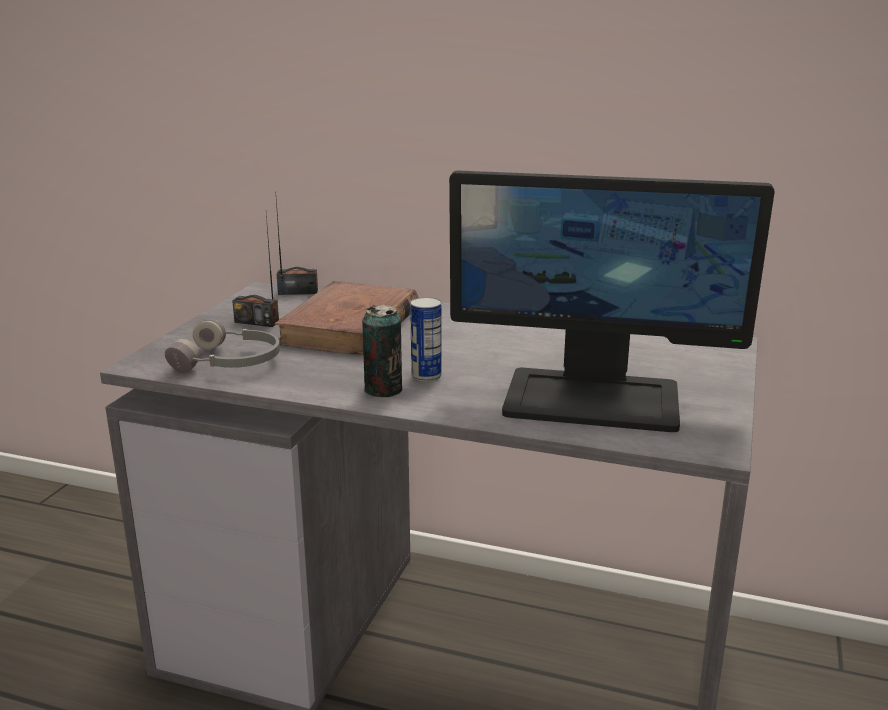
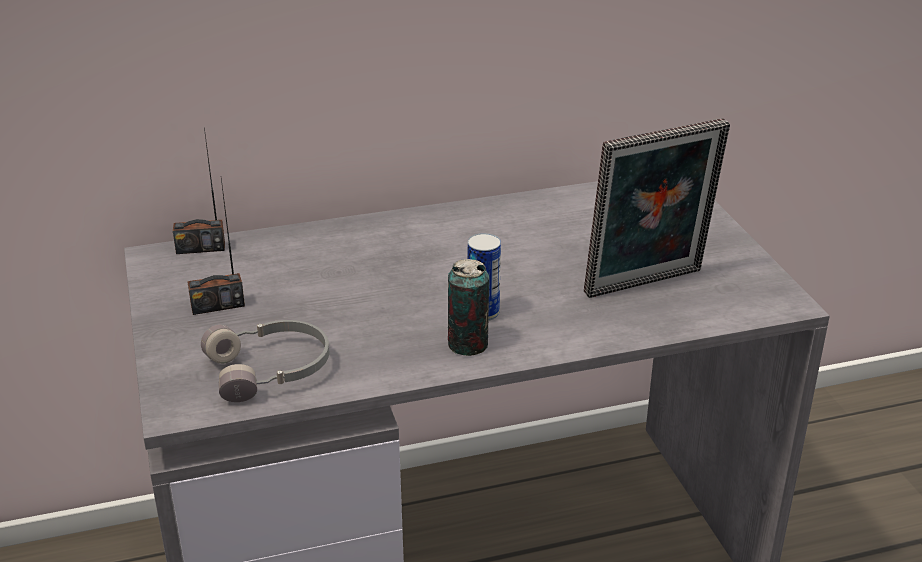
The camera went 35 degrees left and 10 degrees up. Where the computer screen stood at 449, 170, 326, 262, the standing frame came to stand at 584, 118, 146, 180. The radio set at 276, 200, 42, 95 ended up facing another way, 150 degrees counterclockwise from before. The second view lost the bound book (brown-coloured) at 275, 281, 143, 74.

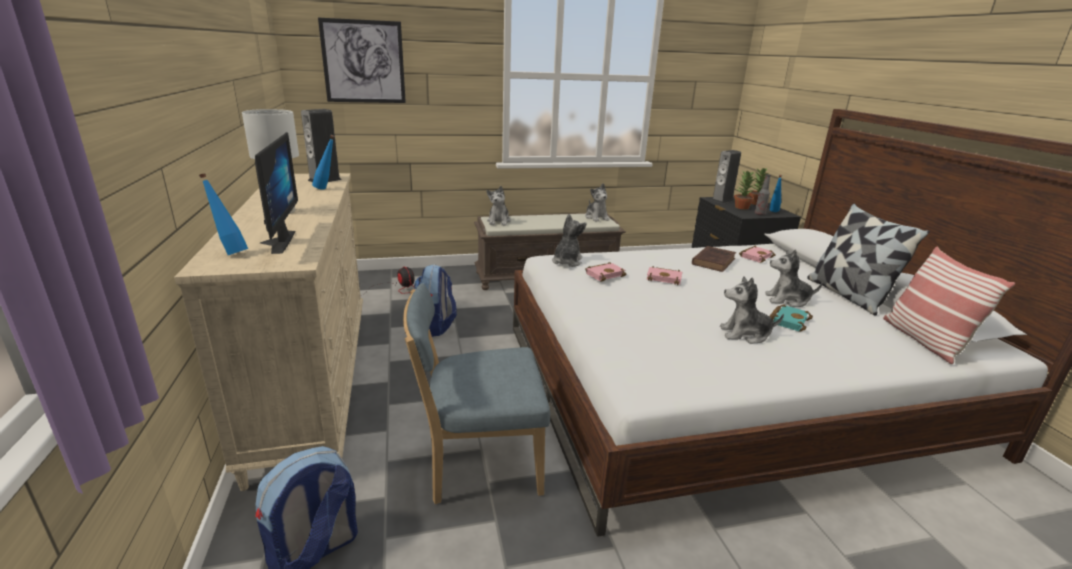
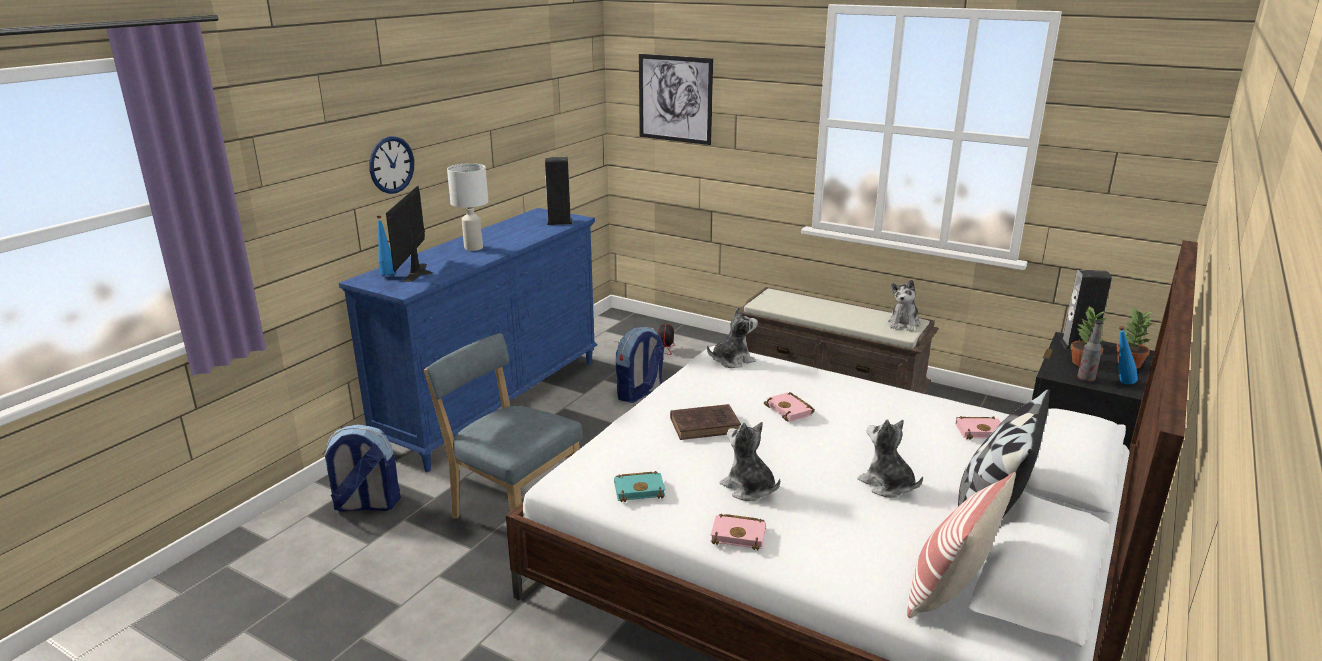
The camera went 45 degrees right and 0 degrees up. The computer screen at 255, 132, 43, 122 ended up facing another way, 150 degrees clockwise from before. The second view lost the beverage bottle (blue) at 312, 135, 23, 55. What was the drawer chest (beige) at 174, 173, 189, 318 turned into the drawer chest (blue) at 339, 208, 258, 264. The second view lost the plush toy at 487, 186, 24, 40. The bound book (brown-coloured) ended up elsewhere, having gone from 692, 246, 44, 26 to 670, 404, 71, 36. The bound book (pink-coloured) ended up elsewhere, having gone from 585, 262, 41, 19 to 710, 514, 56, 36. The bound book (turquoise-coloured) ended up elsewhere, having gone from 769, 304, 44, 27 to 614, 471, 51, 31. The second view gained the wall clock at 369, 136, 45, 58.

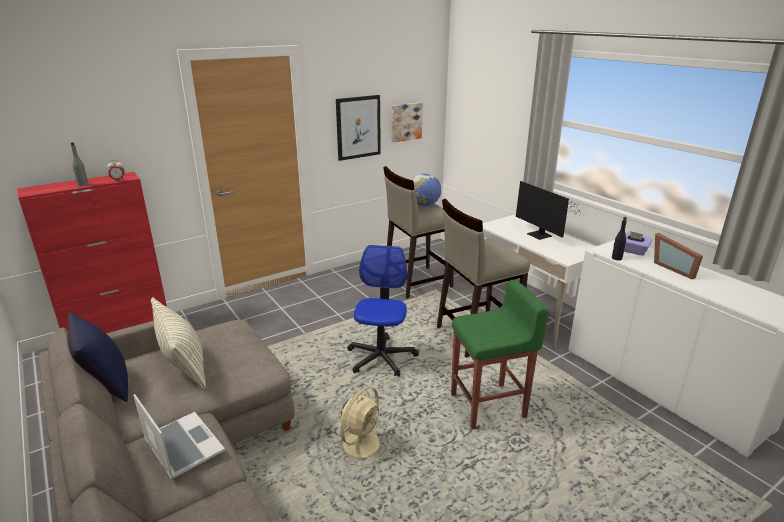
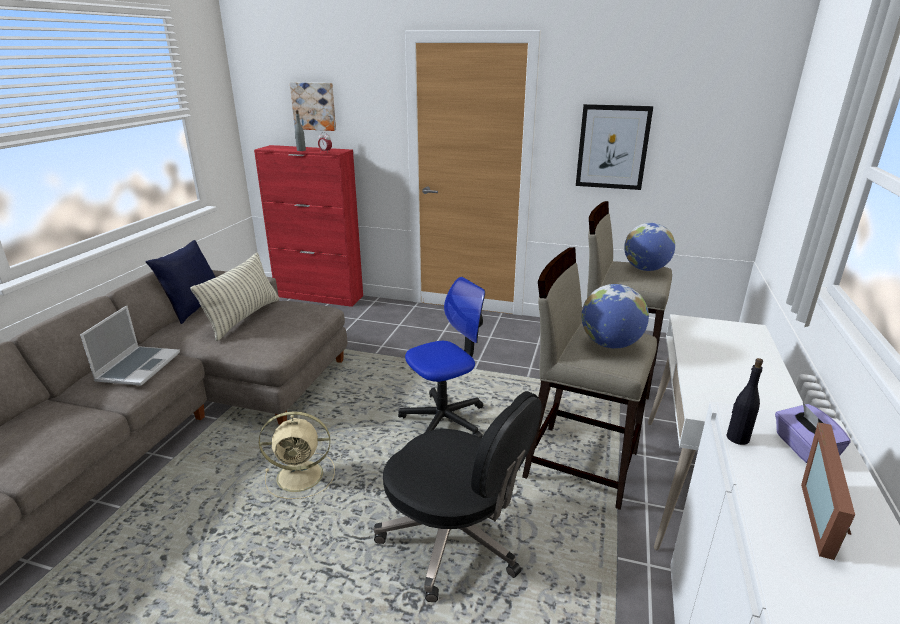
The camera went 50 degrees right and 0 degrees up. The picture ended up elsewhere, having gone from 391, 102, 32, 40 to 290, 82, 46, 49. The second view lost the computer screen at 515, 181, 67, 59. Where the sitting stool (greenish) stood at 451, 280, 98, 149, the computer chair (blackish) came to stand at 374, 391, 168, 211. The second view gained the world globe at 581, 284, 68, 65.

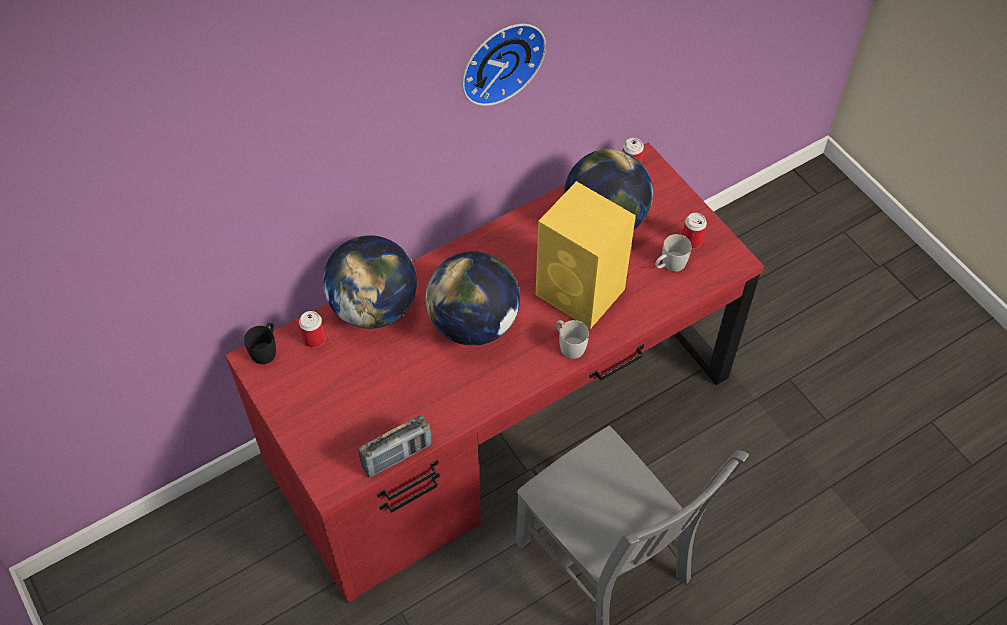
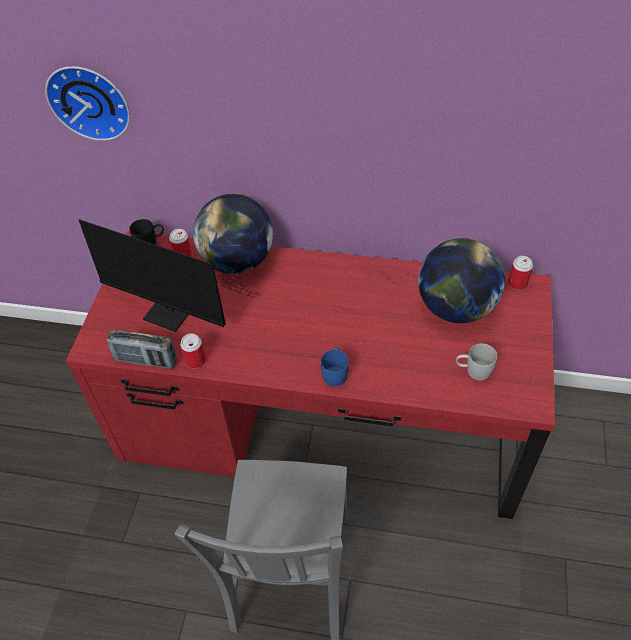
The camera went 45 degrees right and 5 degrees down. The wall clock ended up elsewhere, having gone from 462, 24, 84, 82 to 45, 66, 85, 75. The second view lost the audio speaker (yellow-coloured) at 536, 181, 100, 148. The sealed can ended up elsewhere, having gone from 682, 213, 25, 36 to 180, 334, 26, 34. The second view lost the world globe at 426, 252, 94, 94. What was the mug (white) at 556, 320, 33, 39 turned into the mug (blue) at 321, 347, 28, 40. The second view gained the computer screen at 79, 219, 182, 113.

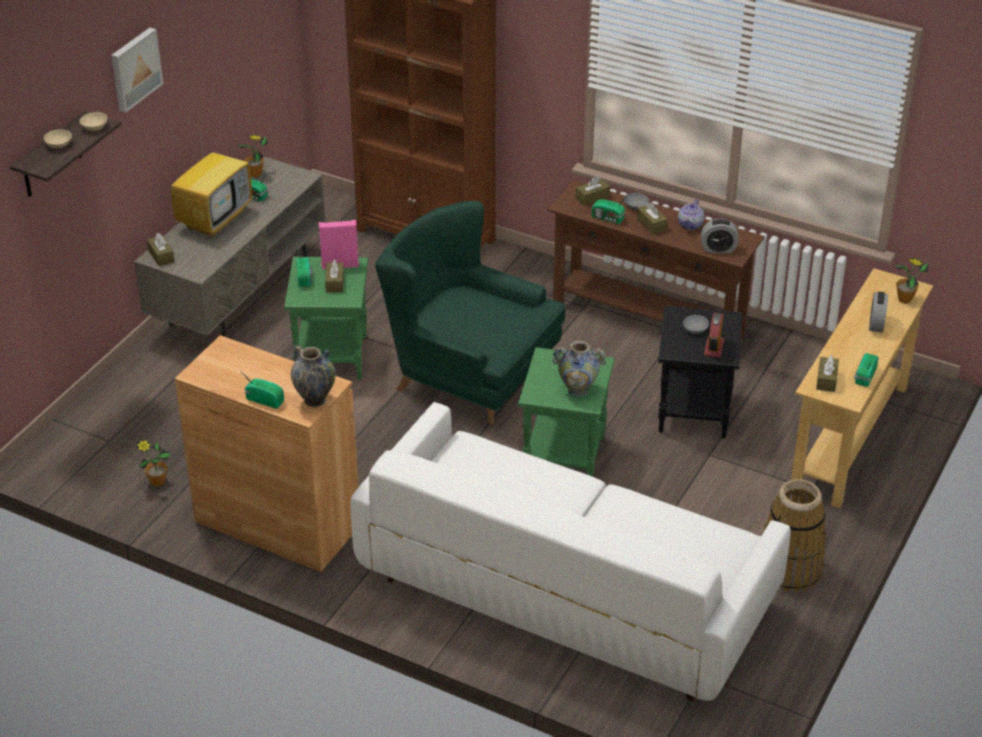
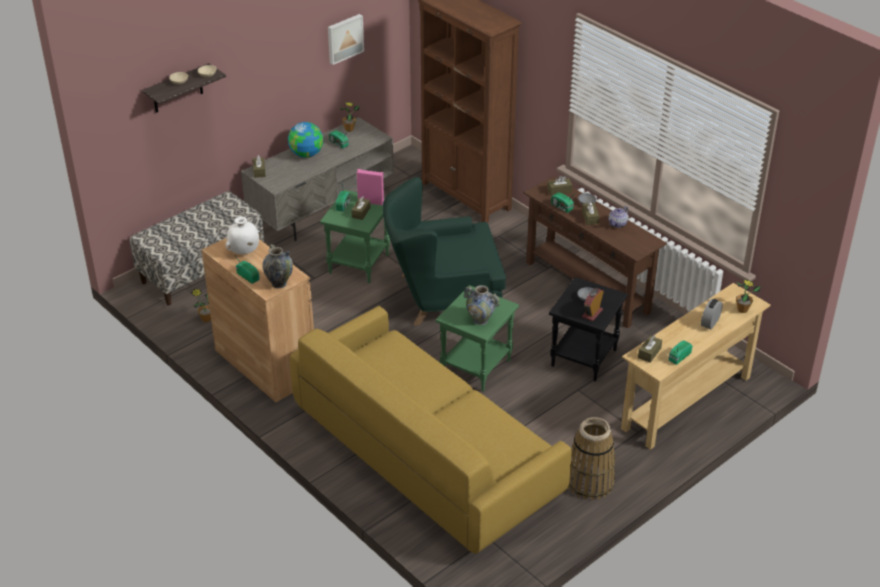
The camera went 20 degrees right and 0 degrees up. The picture ended up elsewhere, having gone from 111, 28, 52, 84 to 328, 14, 36, 51. Where the TV stood at 171, 122, 81, 115, the world globe came to stand at 288, 122, 35, 36. The armchair (greenish) at 375, 201, 191, 224 ended up facing another way, 60 degrees counterclockwise from before. The second view lost the alarm clock at 701, 219, 38, 34. What was the settee (white) at 350, 402, 441, 299 turned into the settee (yellow-coloured) at 290, 306, 281, 248. The second view gained the indoor bench at 130, 191, 134, 115. The second view gained the decorative vase (white) at 226, 217, 35, 37.

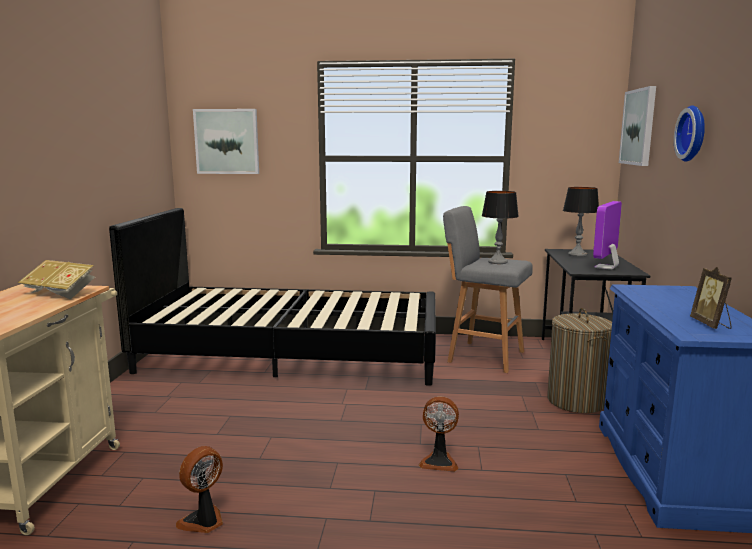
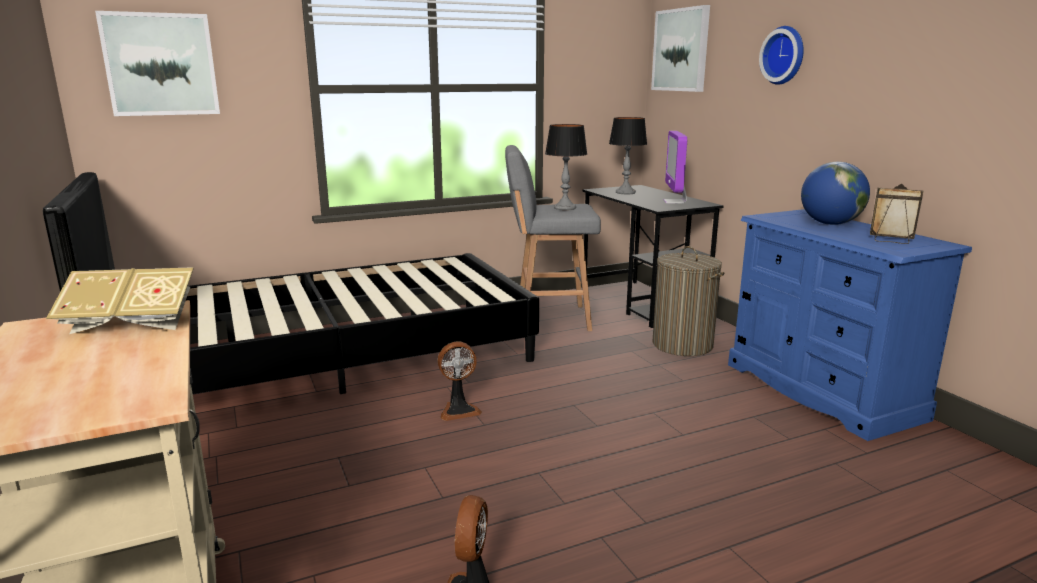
The camera went 30 degrees left and 5 degrees up. The standing frame at 690, 267, 42, 62 ended up facing another way, 150 degrees clockwise from before. The cooling fan ended up elsewhere, having gone from 419, 396, 40, 76 to 438, 341, 44, 80. The second view gained the world globe at 801, 162, 69, 63.

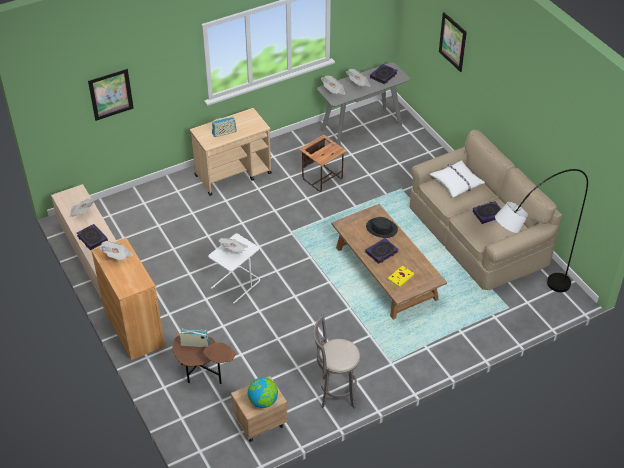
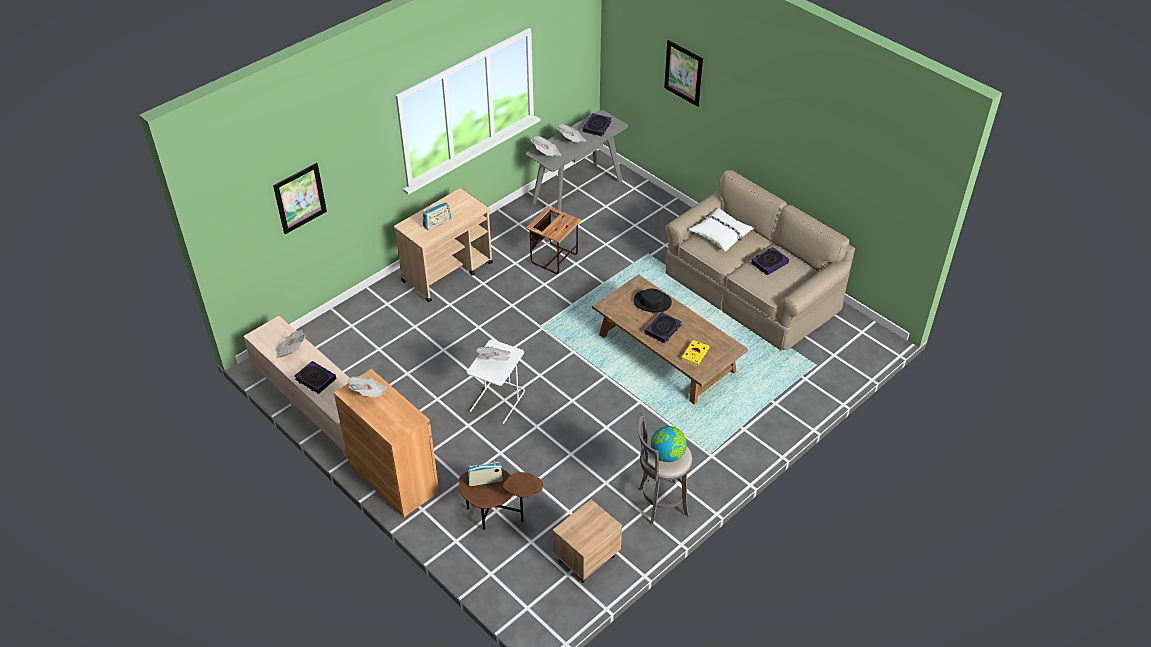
The camera went 15 degrees left and 0 degrees up. The second view lost the standing lamp (grey) at 495, 169, 93, 123. The world globe ended up elsewhere, having gone from 248, 377, 30, 31 to 651, 426, 36, 36.

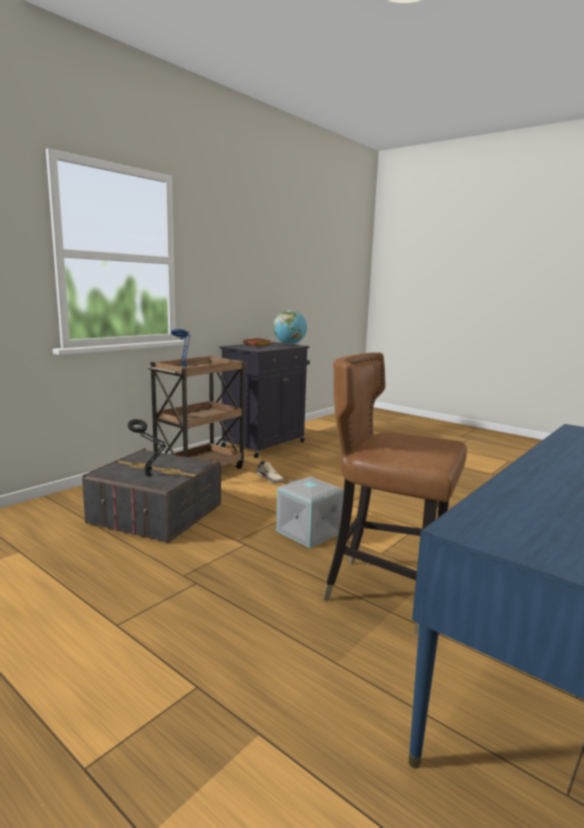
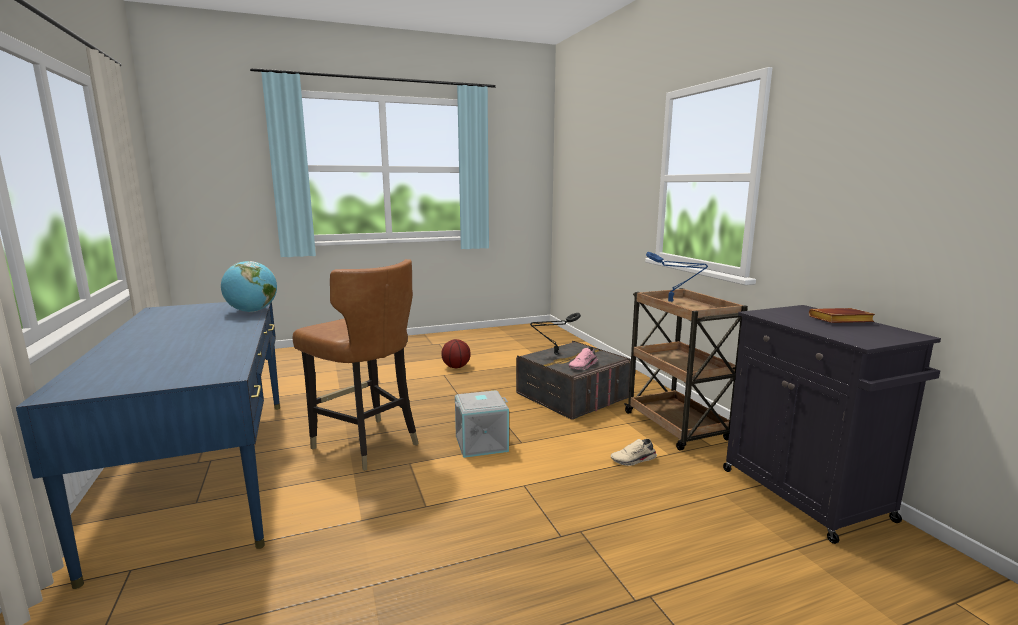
The camera went 120 degrees right and 0 degrees up. The world globe ended up elsewhere, having gone from 273, 310, 34, 35 to 221, 261, 56, 51. The upright chair (brown-coloured) at 323, 352, 144, 283 ended up facing another way, 75 degrees clockwise from before. The second view gained the basketball at 441, 339, 30, 29. The second view gained the shoe (pink-coloured) at 569, 347, 29, 23.

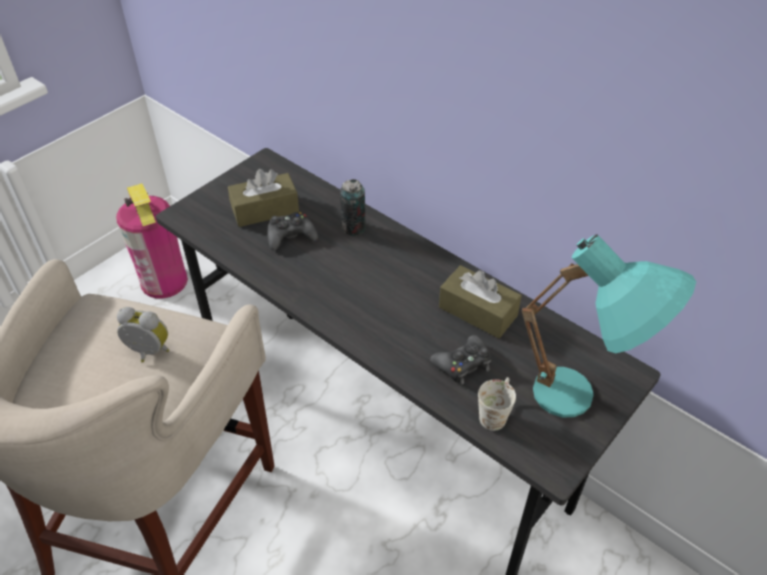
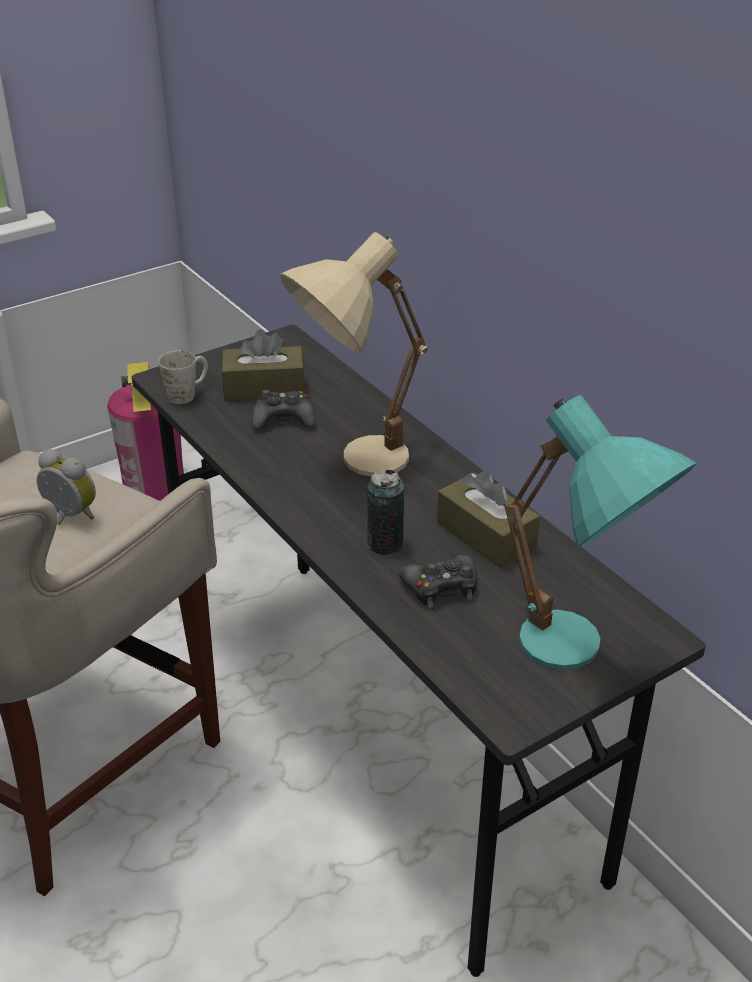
The camera went 15 degrees right and 10 degrees down. The sealed can ended up elsewhere, having gone from 340, 179, 26, 57 to 367, 470, 37, 85. The mug (white) ended up elsewhere, having gone from 478, 377, 38, 54 to 158, 350, 50, 54. The second view gained the lamp for a table (beige) at 279, 232, 149, 245.

